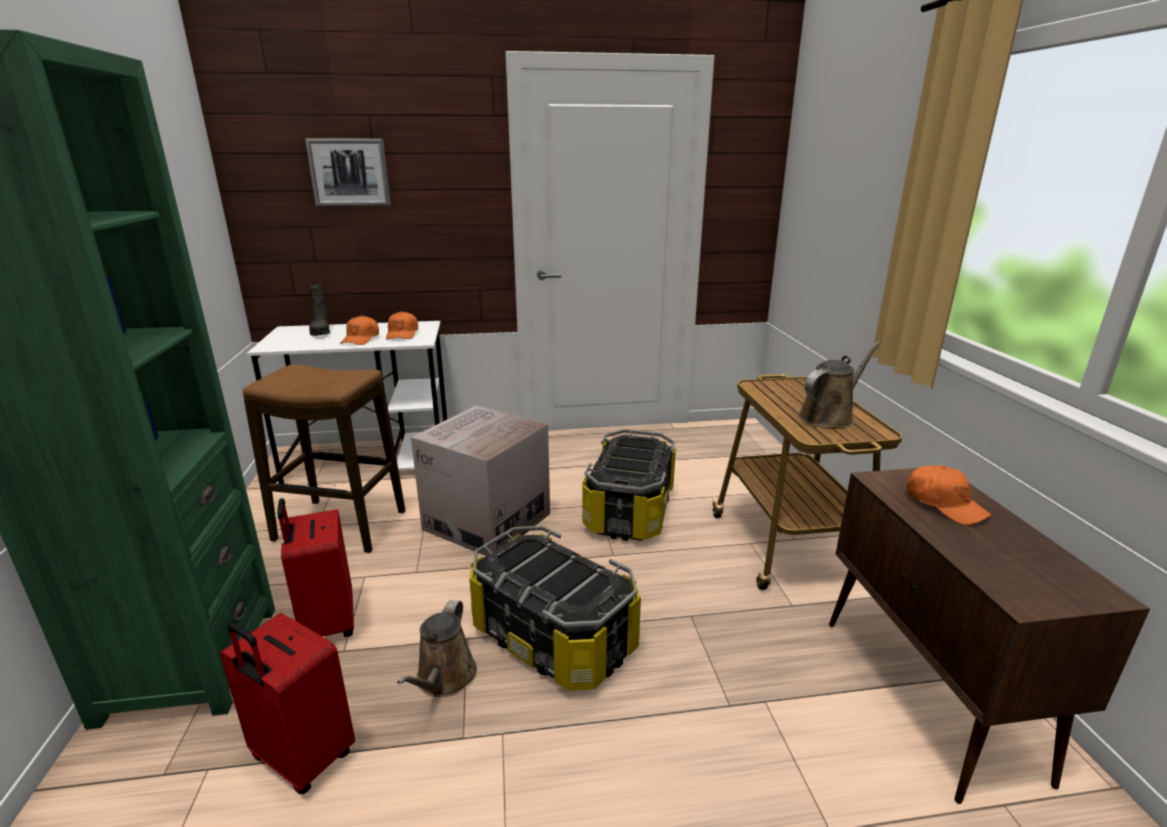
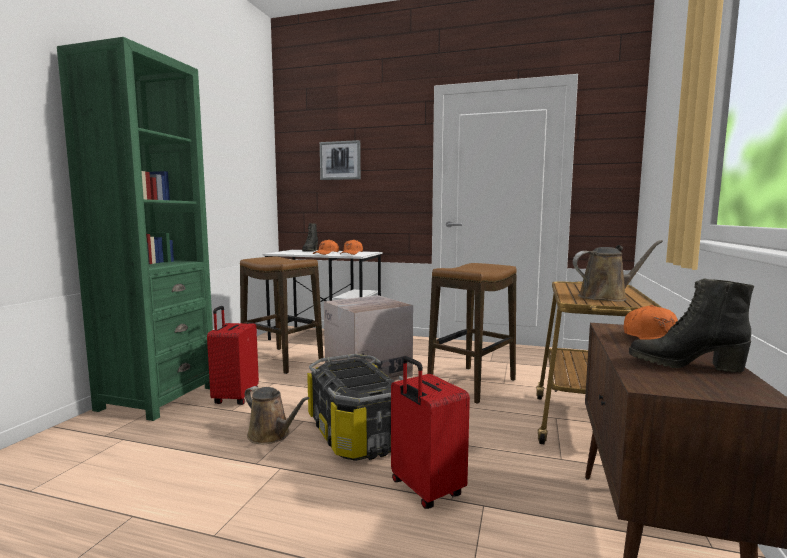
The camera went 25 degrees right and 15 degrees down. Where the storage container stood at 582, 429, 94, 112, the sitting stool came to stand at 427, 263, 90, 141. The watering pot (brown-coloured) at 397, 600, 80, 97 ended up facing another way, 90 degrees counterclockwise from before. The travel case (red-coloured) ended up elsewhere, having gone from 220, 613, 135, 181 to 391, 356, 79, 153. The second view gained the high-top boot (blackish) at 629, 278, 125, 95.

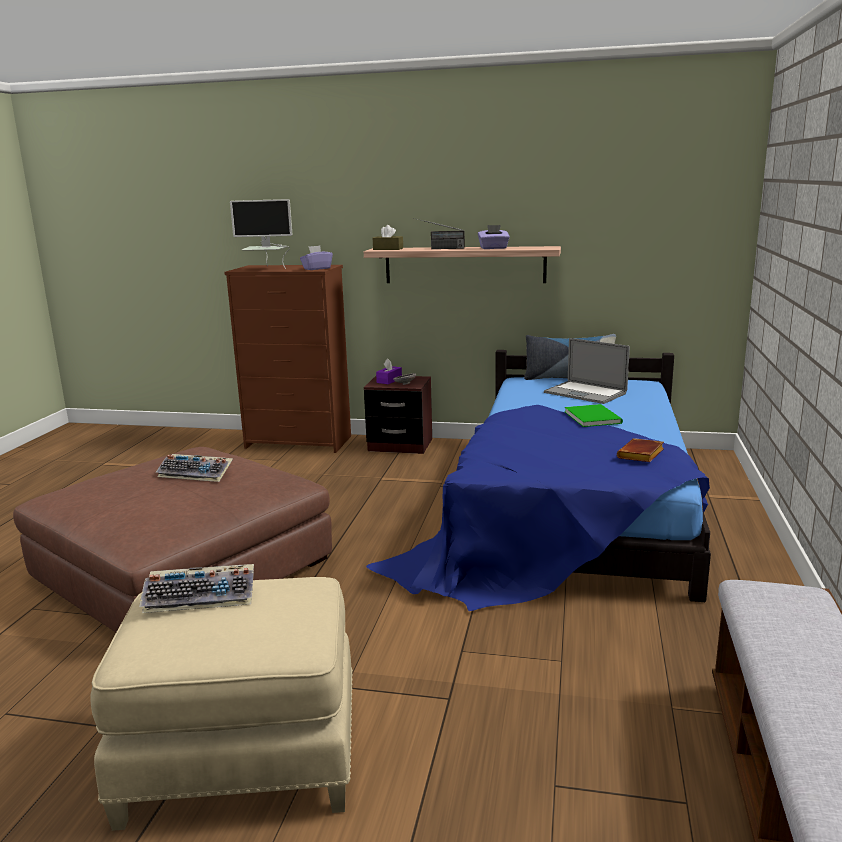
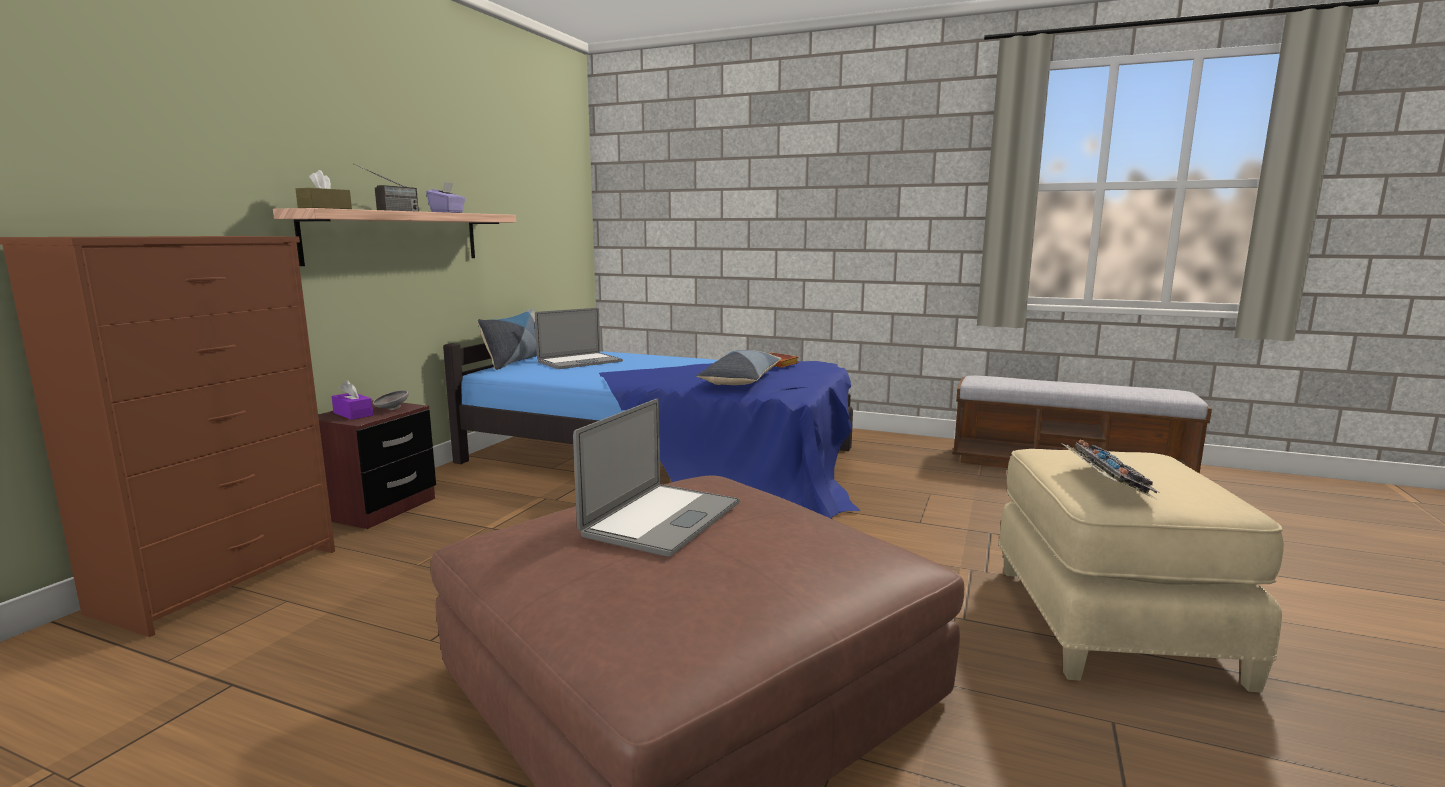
The camera went 80 degrees left and 5 degrees down. The second view lost the computer screen at 230, 199, 62, 70. The second view lost the tissue holder (purplish) at 300, 246, 33, 24. The second view lost the bound book (greenish) at 565, 404, 58, 23. Where the keyboard stood at 156, 454, 77, 28, the laptop came to stand at 573, 398, 167, 159. The second view gained the cushion at 696, 350, 86, 35.

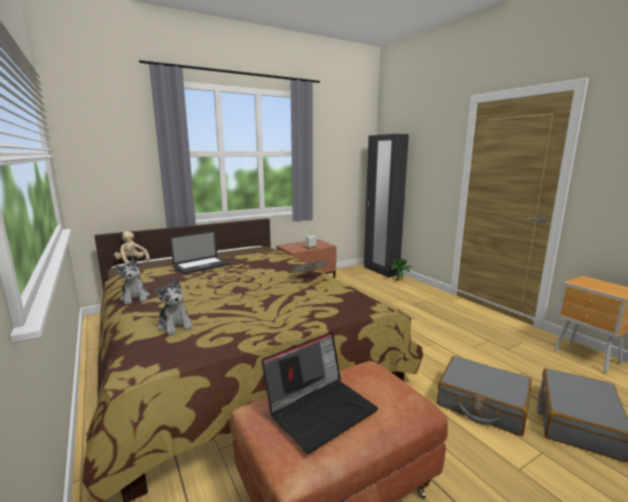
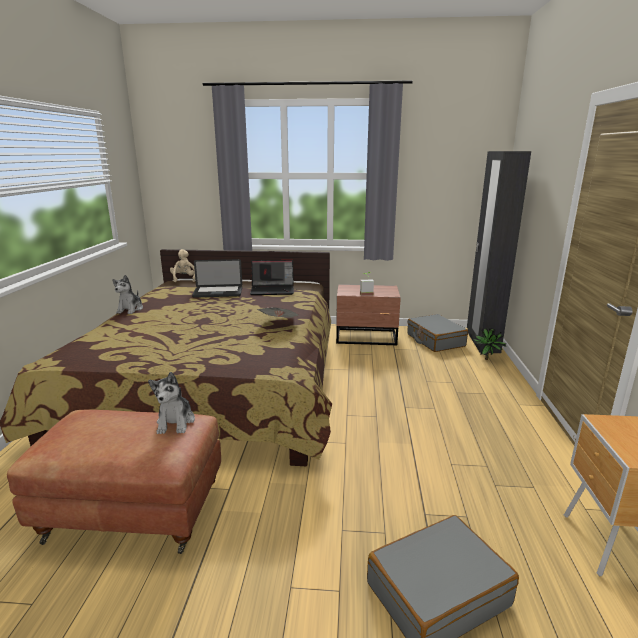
The camera went 35 degrees right and 5 degrees up. The plush toy ended up elsewhere, having gone from 155, 278, 38, 57 to 148, 372, 47, 62. The laptop ended up elsewhere, having gone from 261, 332, 117, 122 to 250, 260, 44, 35. The travel case (grey) ended up elsewhere, having gone from 437, 356, 95, 80 to 407, 314, 61, 38.

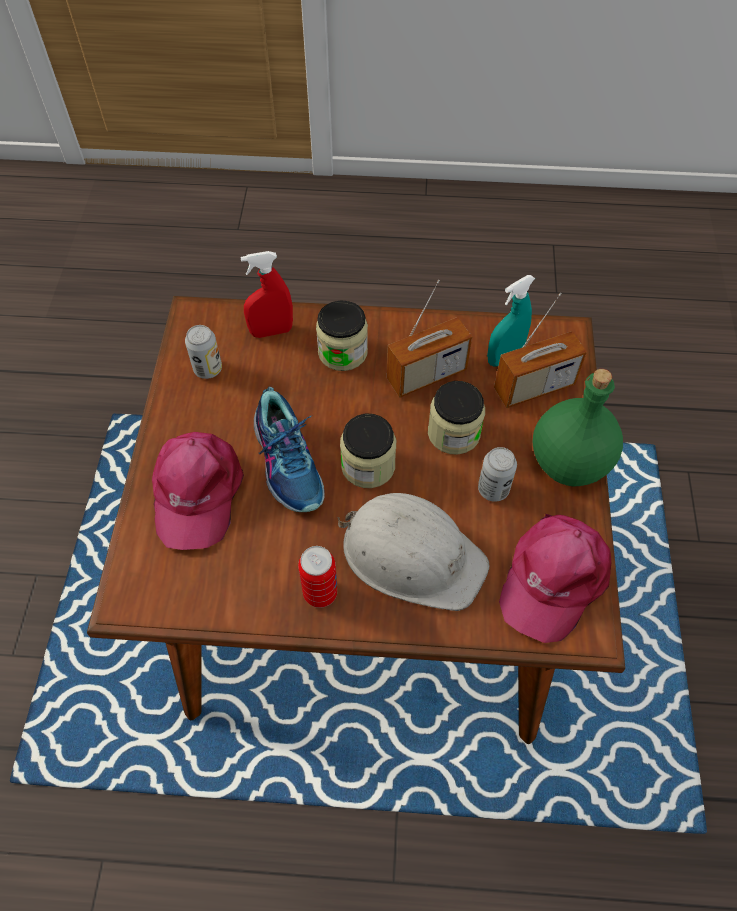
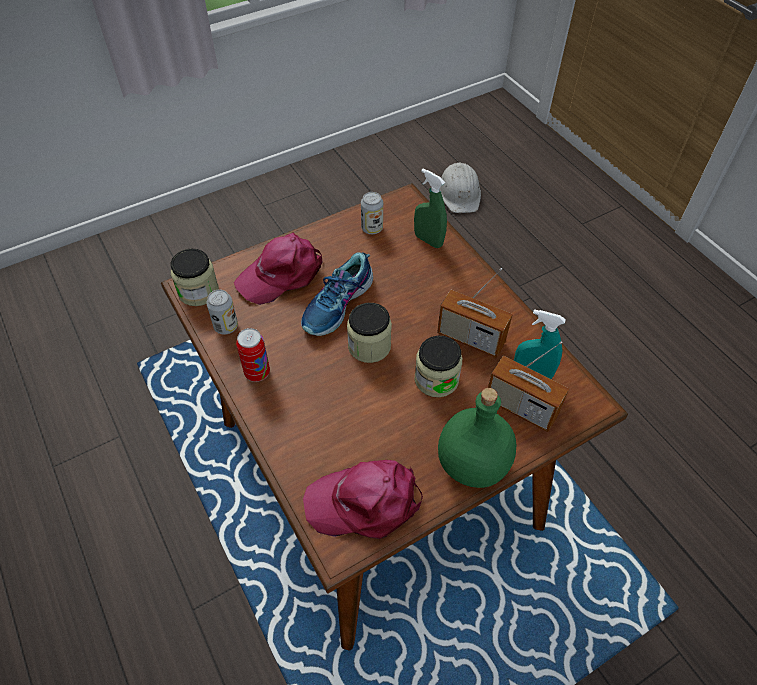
The camera went 55 degrees right and 5 degrees down. What was the hand sprayer (red-coloured) at 240, 251, 53, 87 turned into the hand sprayer (greenish) at 414, 169, 33, 79. The storage jar ended up elsewhere, having gone from 316, 301, 52, 70 to 170, 248, 49, 58. The sealed can ended up elsewhere, having gone from 478, 447, 39, 55 to 206, 290, 32, 44. The hard hat (white) ended up elsewhere, having gone from 337, 493, 153, 118 to 440, 163, 41, 50.

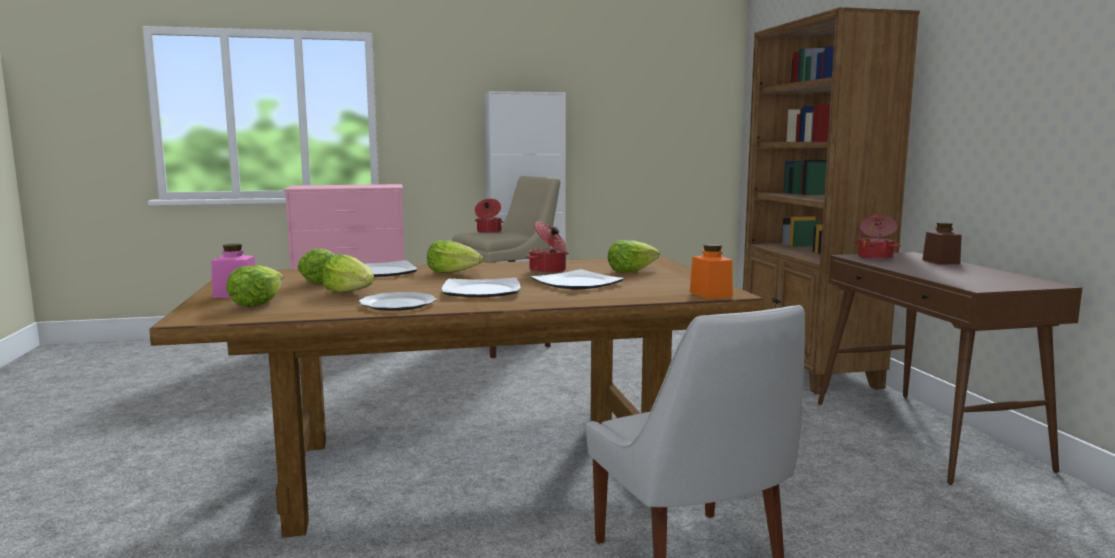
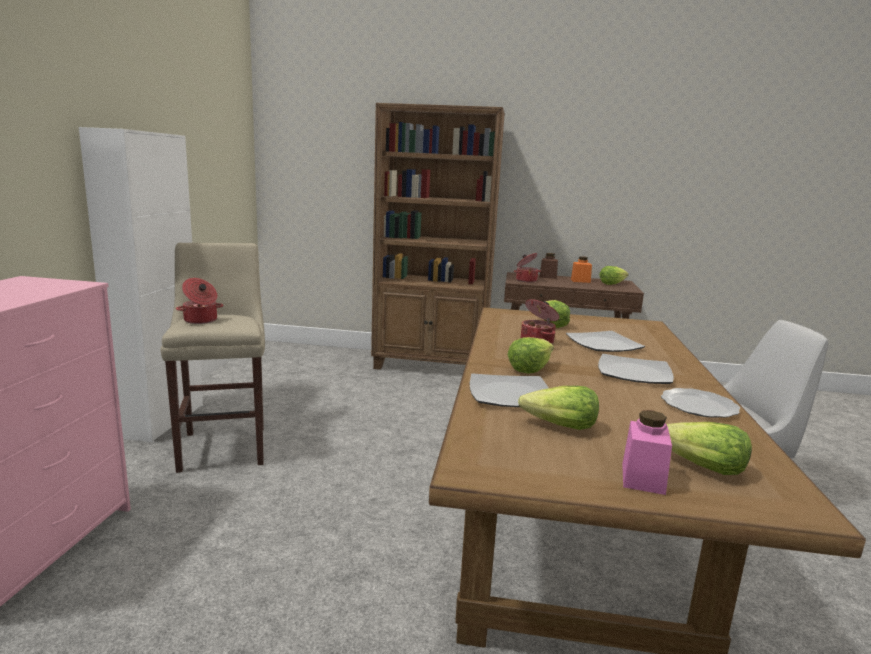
The camera went 70 degrees left and 5 degrees up. The storage jar (orange) ended up elsewhere, having gone from 690, 244, 43, 55 to 571, 256, 21, 27. The lettuce head ended up elsewhere, having gone from 322, 254, 52, 39 to 599, 266, 30, 19.

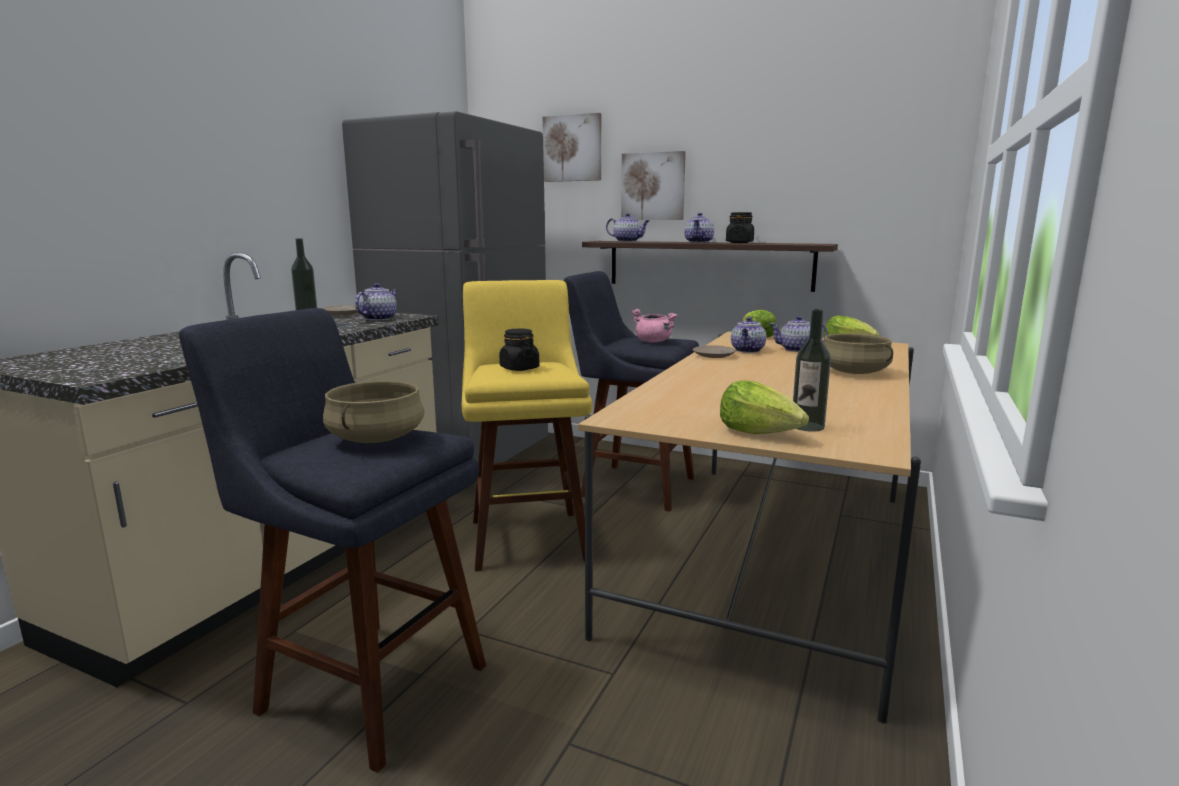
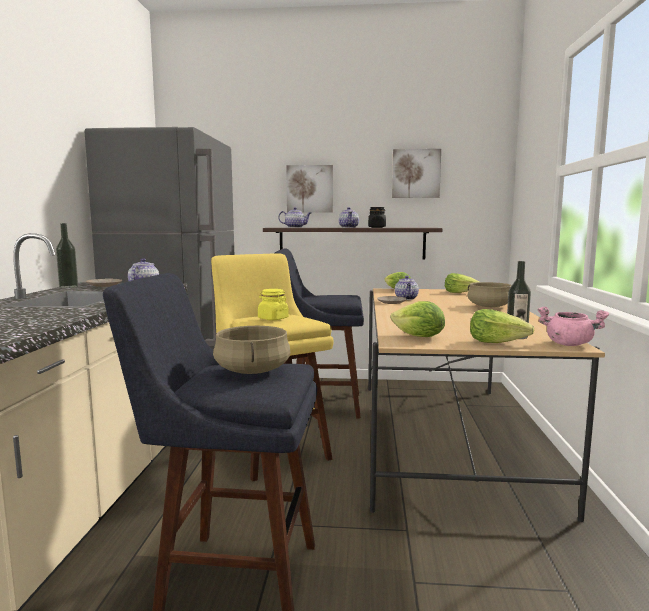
The camera went 20 degrees left and 5 degrees down. The picture ended up elsewhere, having gone from 543, 113, 58, 69 to 392, 149, 49, 49. The saucepot (pink-coloured) ended up elsewhere, having gone from 631, 309, 47, 33 to 538, 307, 71, 39. The second view lost the teapot at 769, 316, 59, 36. What was the storage jar (blackish) at 499, 328, 40, 43 turned into the storage jar (yellow-coloured) at 258, 289, 31, 31. The second view gained the lettuce head at 390, 301, 55, 36.

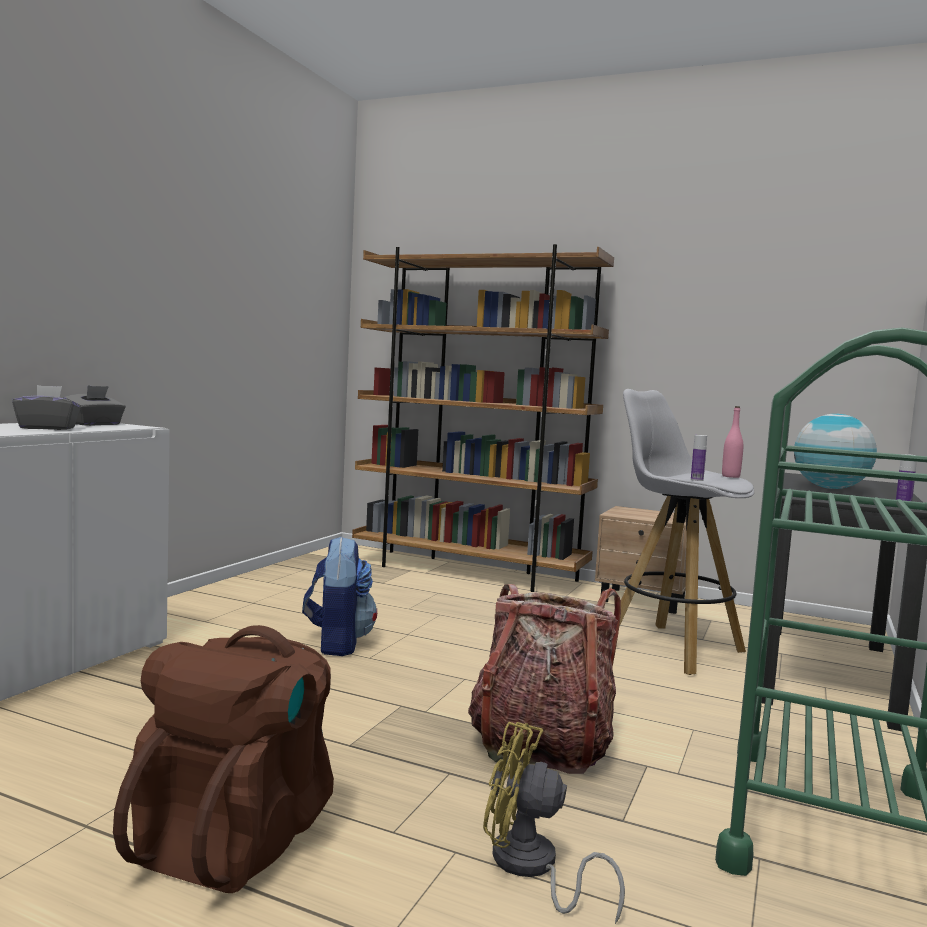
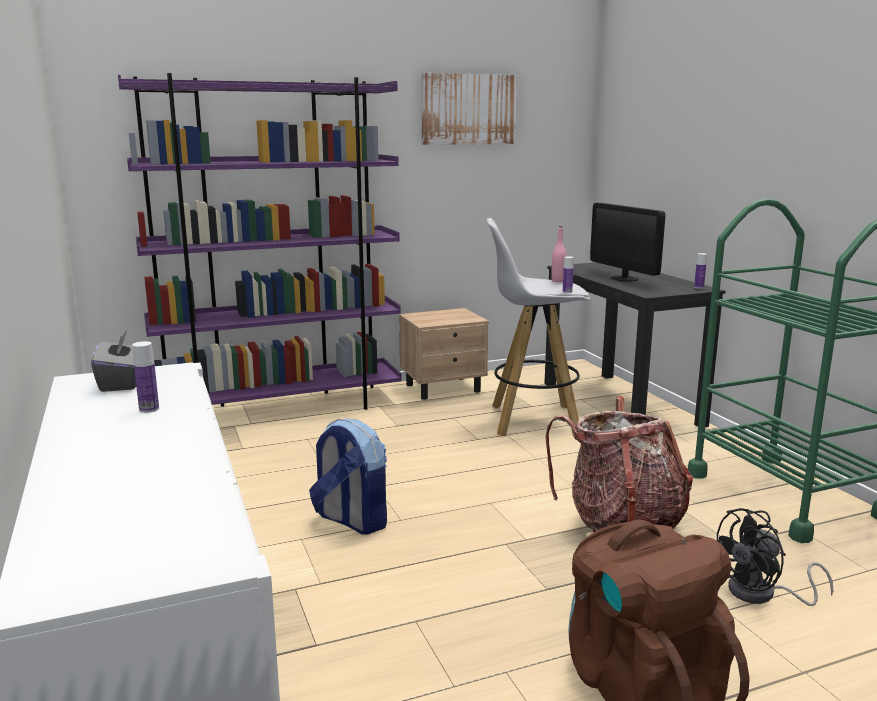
The camera went 45 degrees left and 10 degrees up. What was the shelving unit (brown-coloured) at 352, 244, 262, 348 turned into the shelving unit (purplish) at 118, 73, 284, 337. Where the tissue holder (grey) stood at 12, 385, 69, 45, the beverage bottle came to stand at 132, 341, 27, 72. Where the world globe stood at 794, 414, 83, 75, the computer screen came to stand at 590, 203, 75, 79. What was the cooling fan (yellow-coloured) at 483, 722, 142, 202 turned into the cooling fan (blackish) at 717, 508, 116, 98. The second view gained the picture at 421, 73, 96, 72.

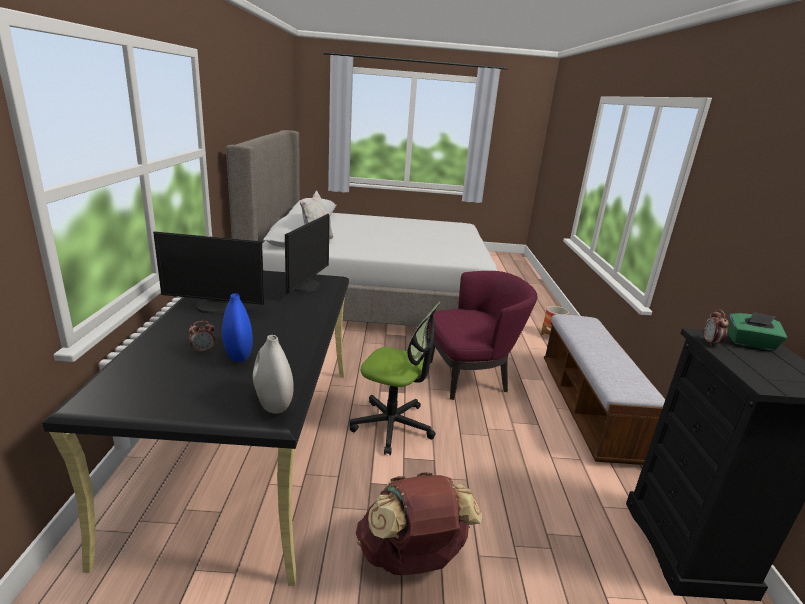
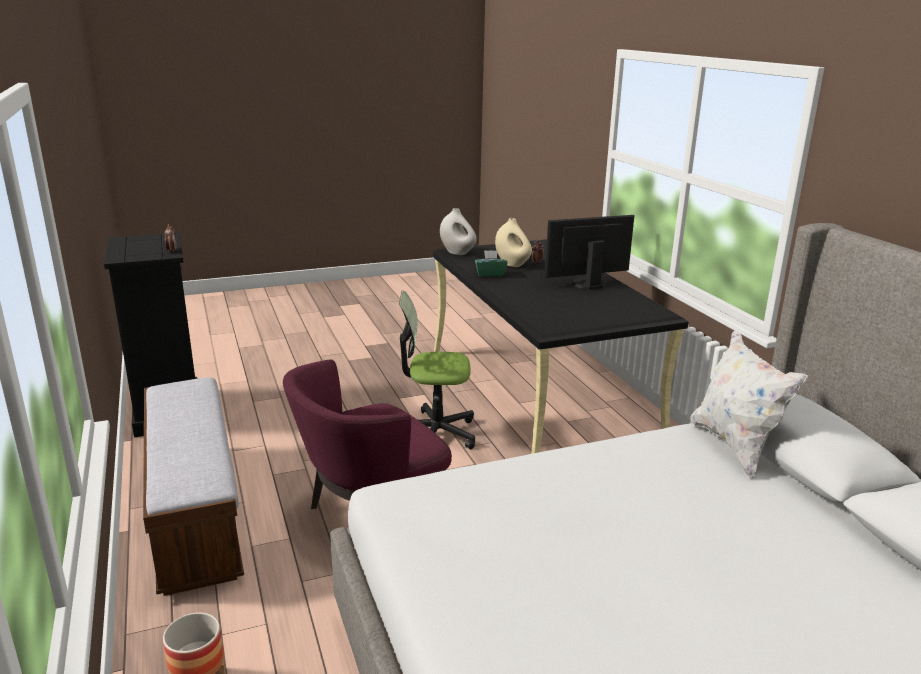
The camera went 160 degrees right and 0 degrees up. The second view lost the computer screen at 285, 214, 45, 80. What was the decorative vase (blue) at 222, 293, 31, 69 turned into the decorative vase (beige) at 495, 218, 37, 49. The tissue holder (greenish) ended up elsewhere, having gone from 728, 312, 59, 39 to 475, 250, 33, 27. The second view lost the backpack (brown-coloured) at 356, 472, 127, 103.

